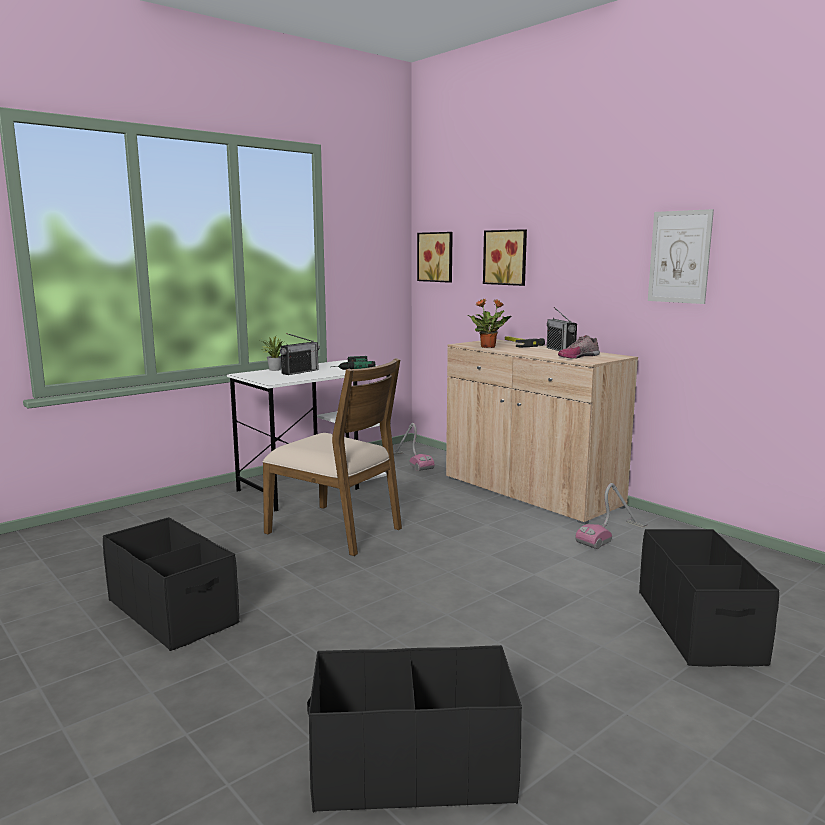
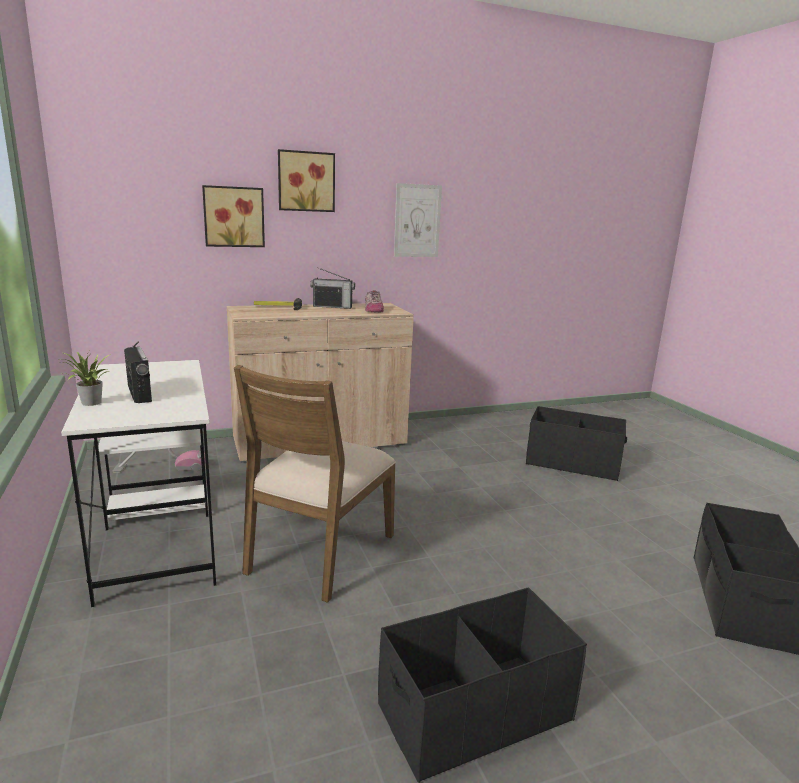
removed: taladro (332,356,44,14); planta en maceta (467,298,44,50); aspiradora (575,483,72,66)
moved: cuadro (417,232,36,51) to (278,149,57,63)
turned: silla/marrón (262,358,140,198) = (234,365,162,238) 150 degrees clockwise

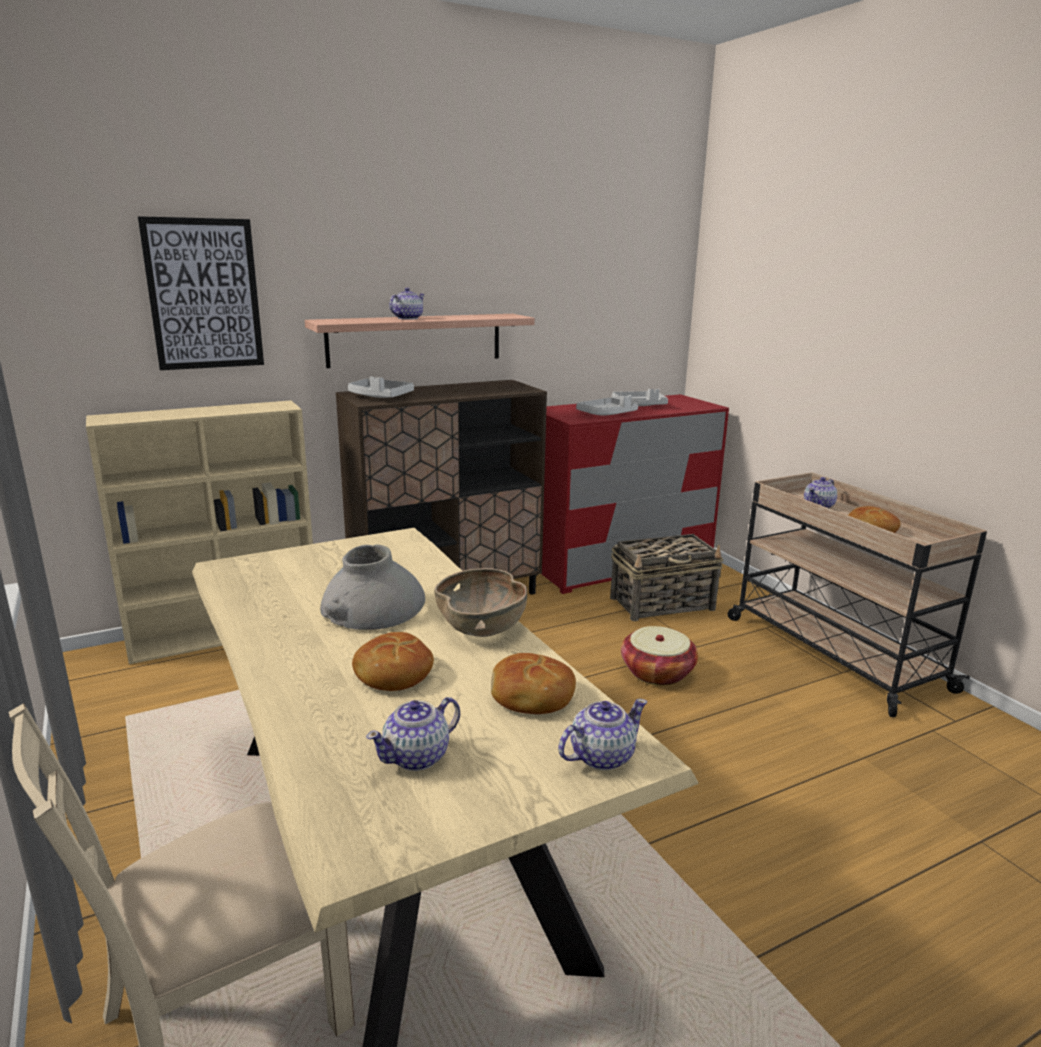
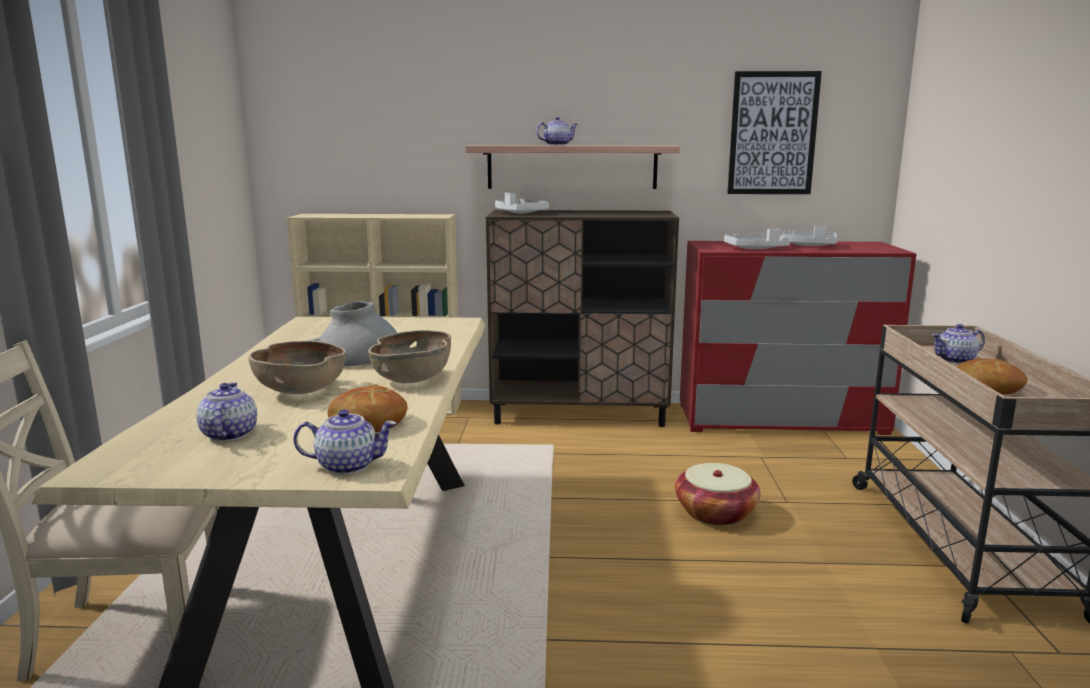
removed: cesta (610,534,113,87)
moved: cuadro (138,216,126,154) to (727,71,95,123)
replaced: pan (352,632,82,59) to cuenco/marrón (249,341,97,53)
turned: tetera (366,697,94,74) = (197,382,60,60) 90 degrees clockwise

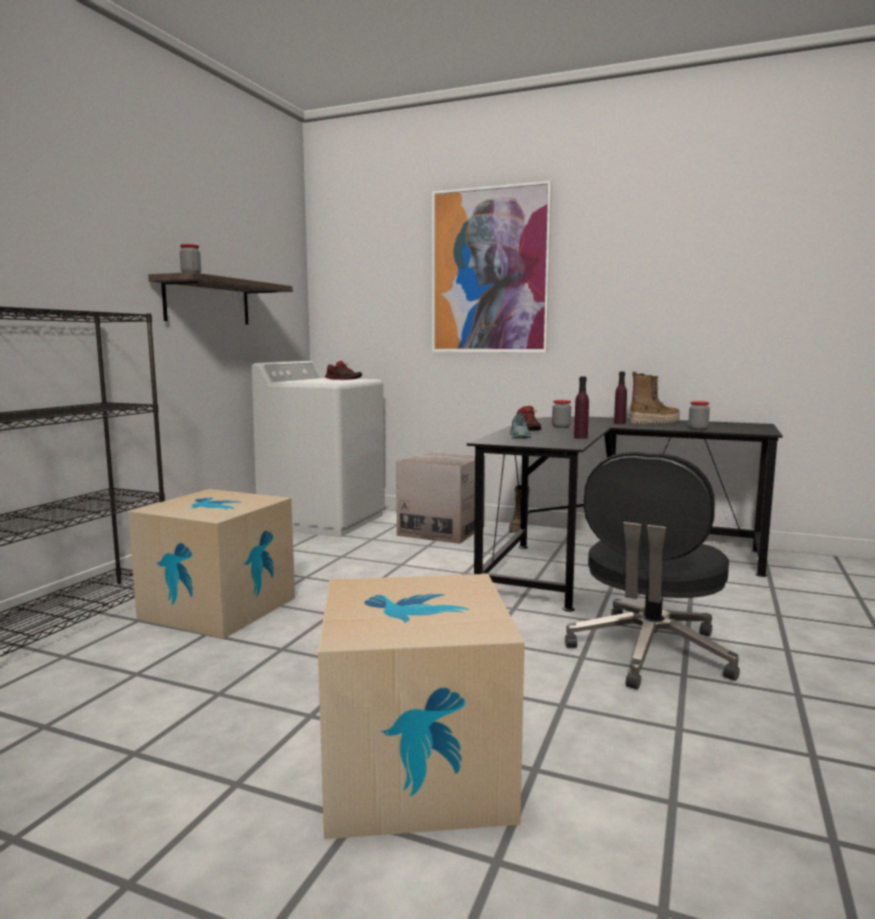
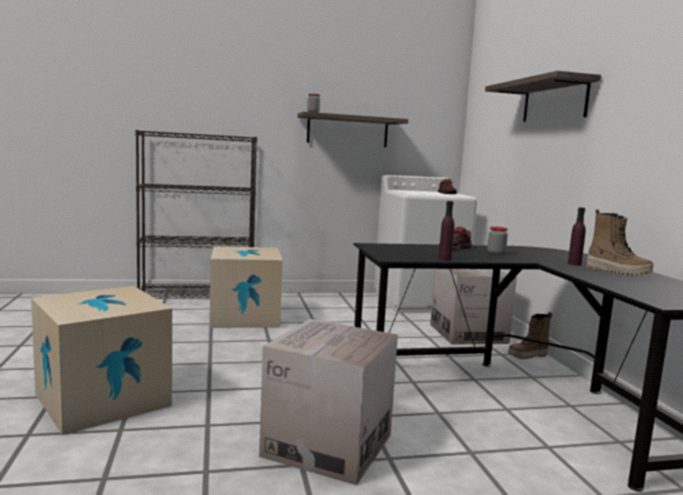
removed: zapato (510,413,22,26); tarro (688,401,22,29)
replaced: silla de oficina/negro (565,452,175,238) to caja de cartón (259,319,139,166); cuadro (432,181,120,171) to estante (485,71,116,51)

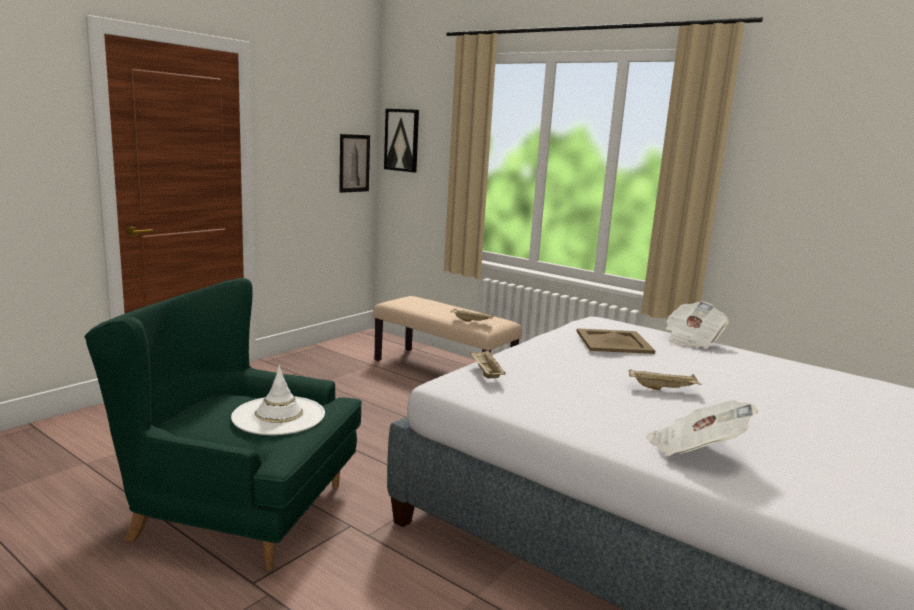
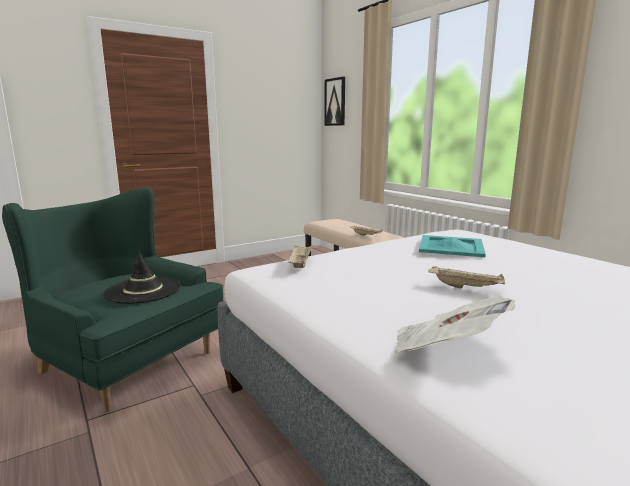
removed: cuadro (339,134,31,59); periódico (665,302,64,45)
recoloured: sombrero/blanco (231,365,94,70) to sombrero/negro (104,249,77,55); bandeja/beis (577,328,78,26) to bandeja/turquesa (419,235,67,22)

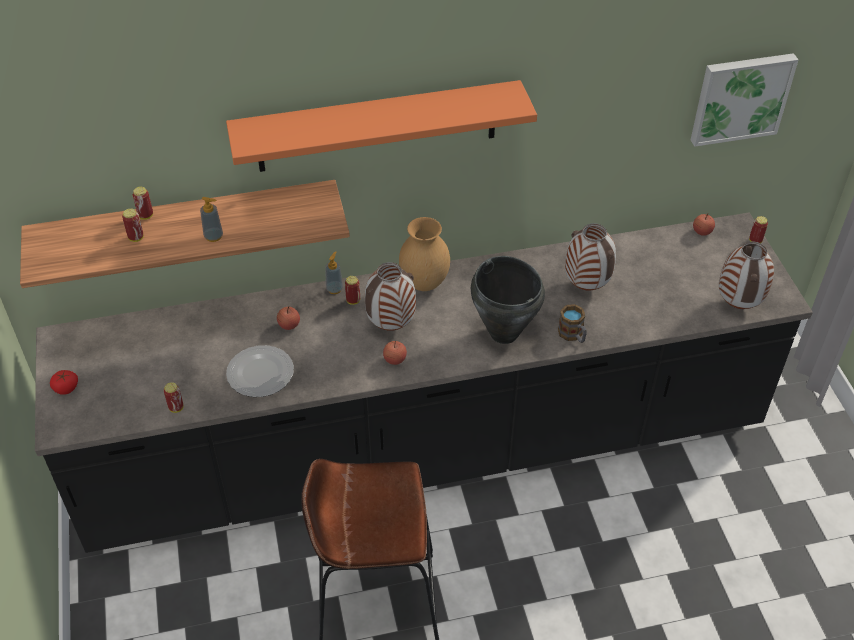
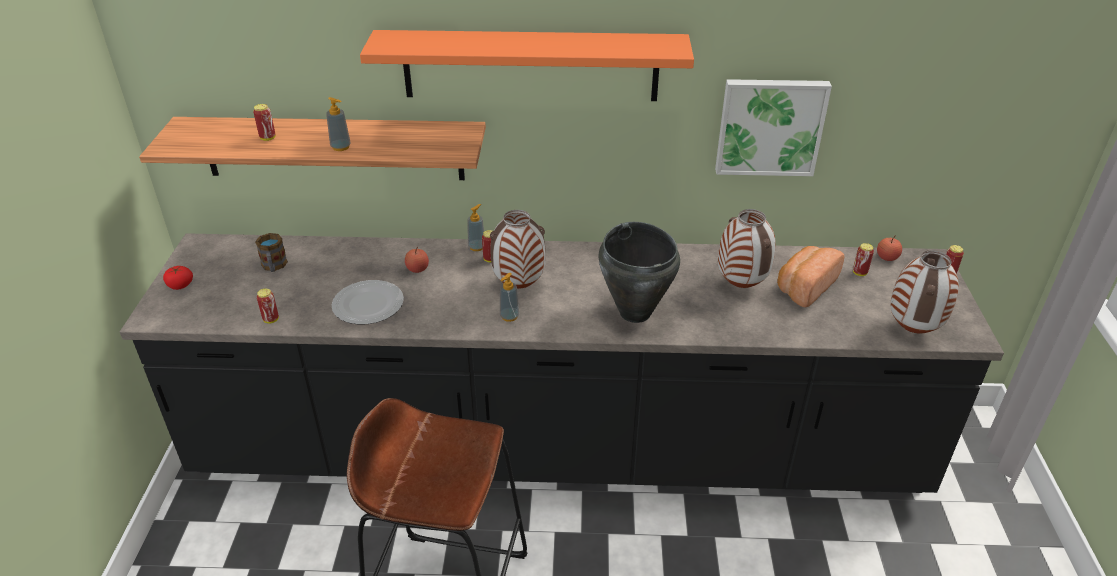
removed: florero/marrón (399,217,51,74)
added: pan (777,246,68,61)
moved: taza grande (558,304,29,39) to (255,233,33,39); cuadro (691,53,107,94) to (715,79,117,97); lata (133,187,20,33) to (853,243,21,33)
replaced: manzana (383,340,24,25) to dispensador de jabón (500,273,19,49)

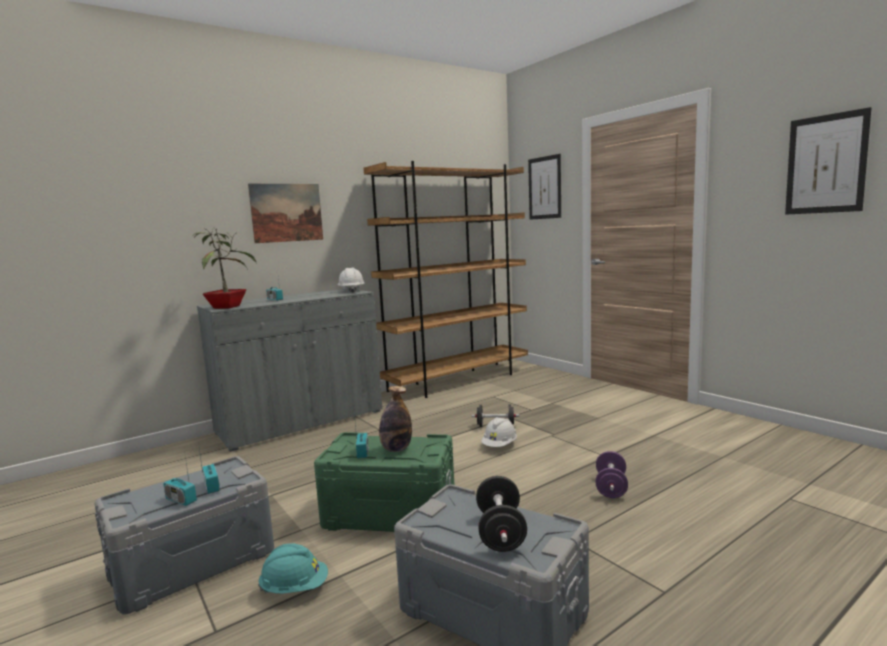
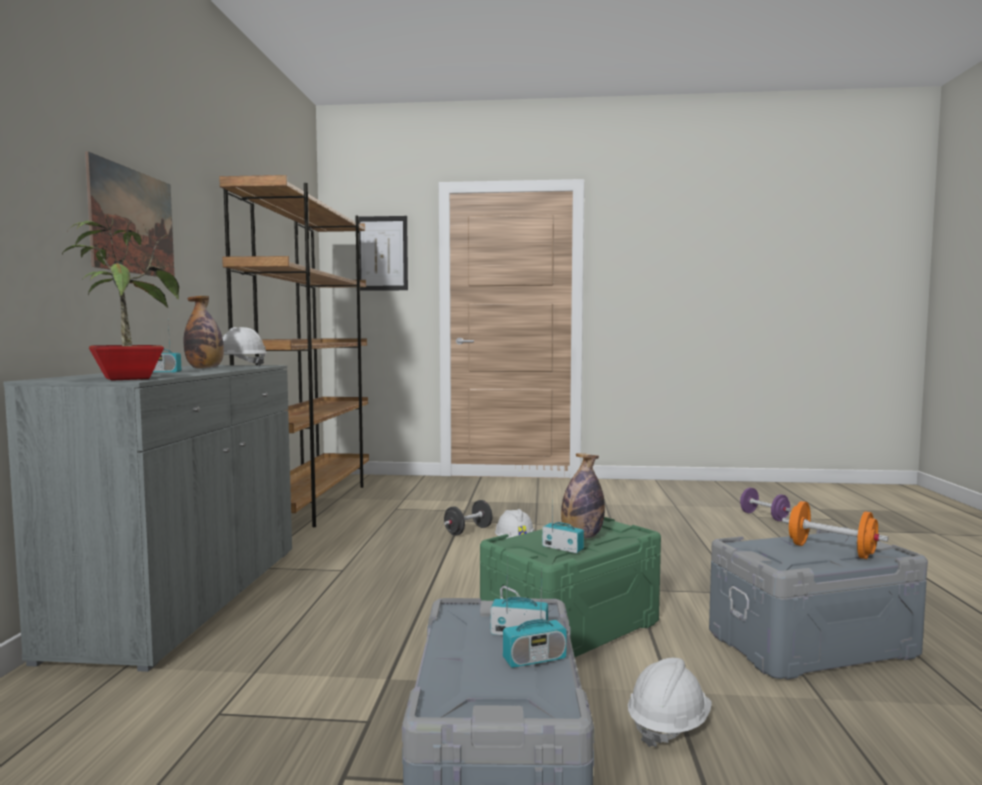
removed: cuadro (785,107,87,108)
added: botella (184,296,40,73)
moved: mancuerna/morado (596,451,32,47) to (740,488,51,33)
recoloured: casco/turquesa (258,543,70,51) to casco/blanco (628,658,84,89); mancuerna/negro (476,476,51,76) to mancuerna/naranja (782,501,106,58)

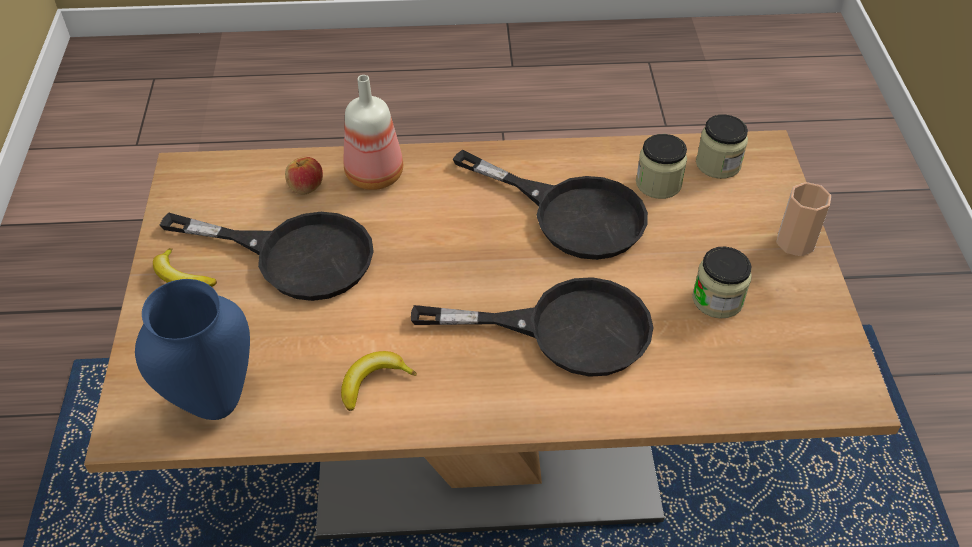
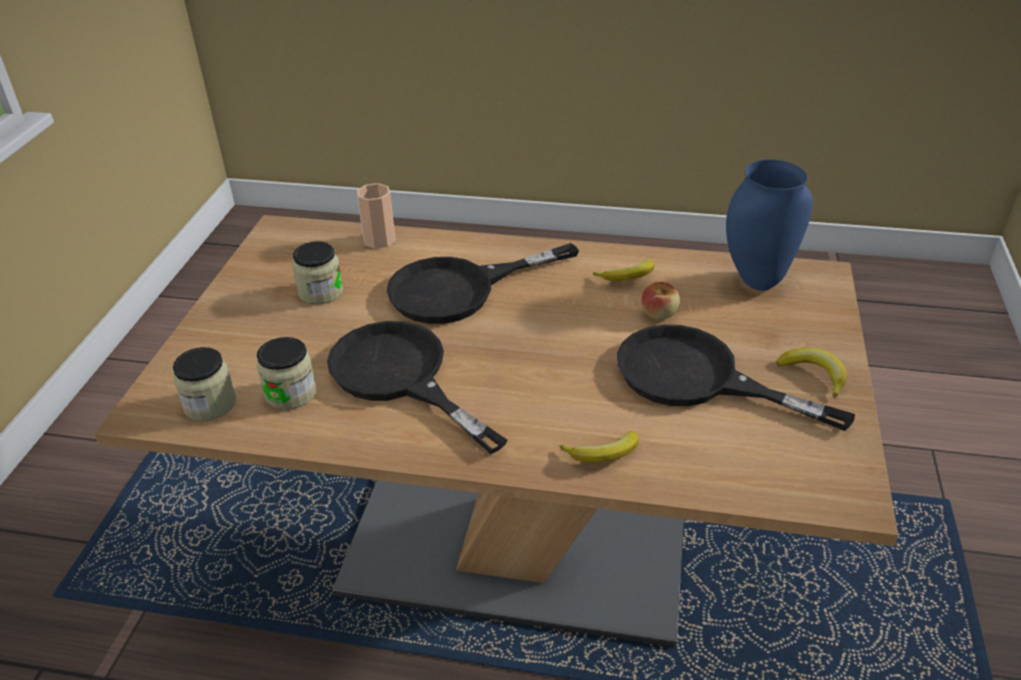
moved: taza (776,182,55,74) to (357,183,39,66); manzana (285,157,38,38) to (642,282,38,38)
replaced: botella (344,75,59,115) to plátano (559,431,80,32)
turned: sartén/negro (411,277,242,100) = (387,243,192,81) 45 degrees counterclockwise

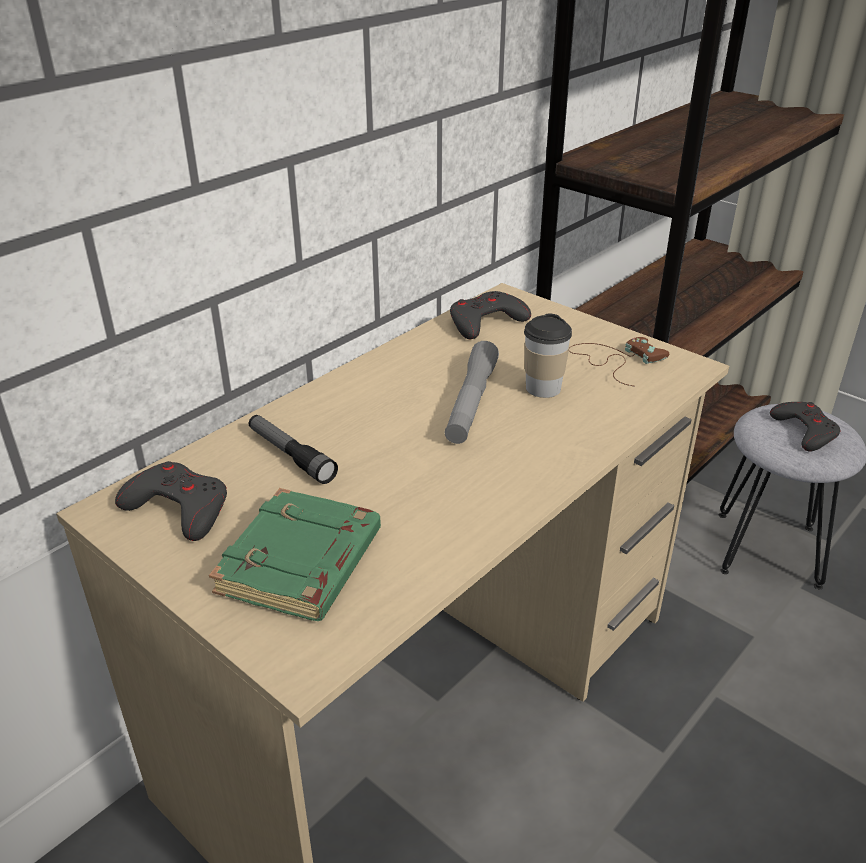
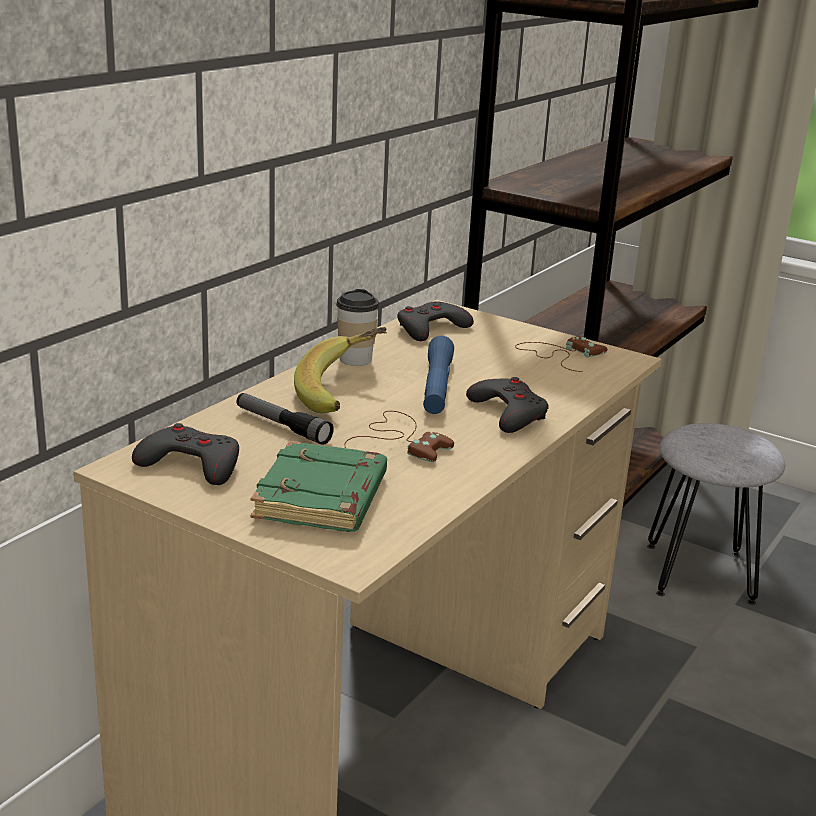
added: plátano (294,327,93,86); mando de consola/marrón (344,411,110,51)
moved: taza (524,313,48,85) to (336,289,43,77); mando de consola/gris (770,402,70,50) to (466,377,83,56)
recoloured: linterna/gris (444,341,55,103) to linterna/azul (423,336,31,78)

